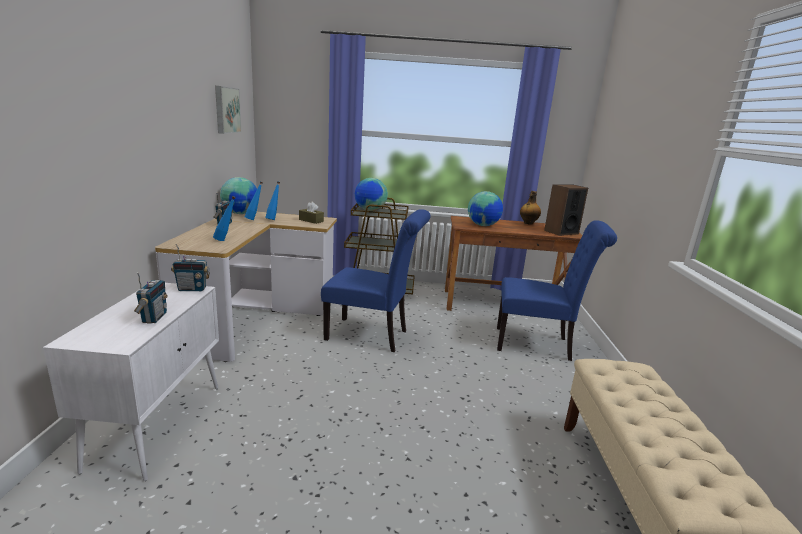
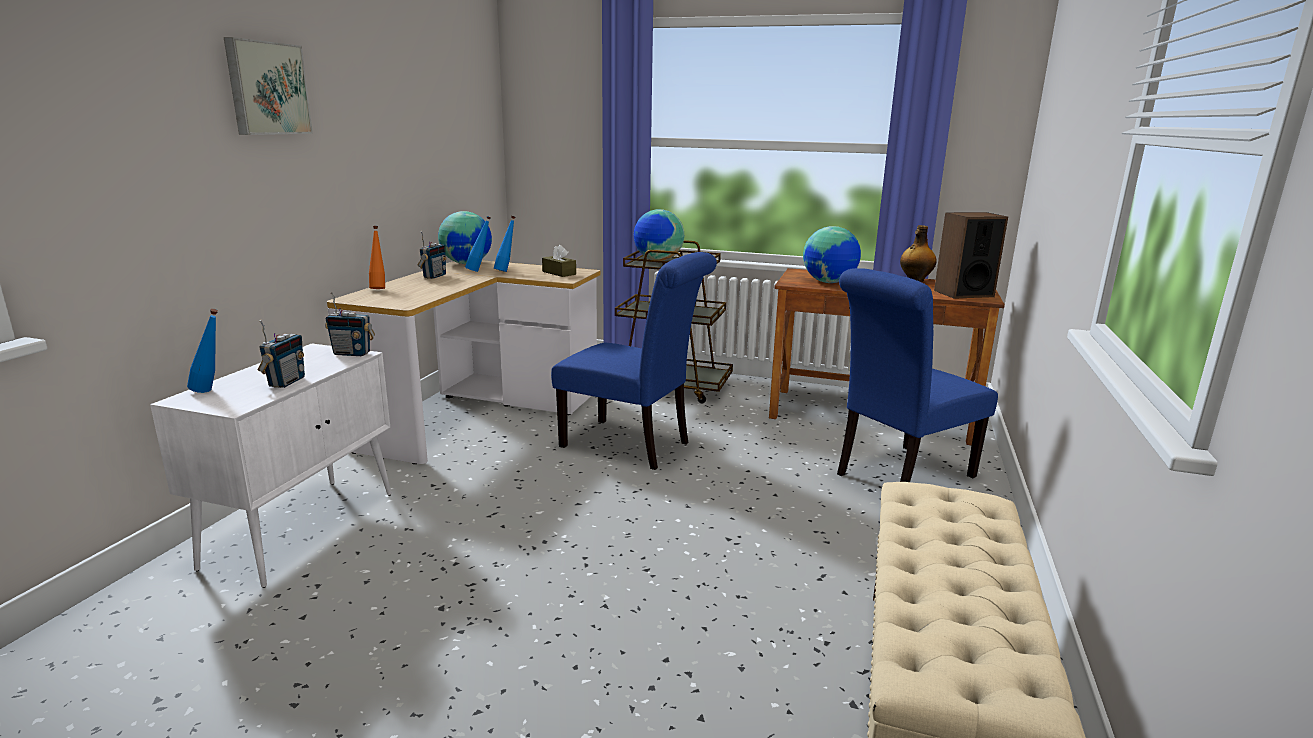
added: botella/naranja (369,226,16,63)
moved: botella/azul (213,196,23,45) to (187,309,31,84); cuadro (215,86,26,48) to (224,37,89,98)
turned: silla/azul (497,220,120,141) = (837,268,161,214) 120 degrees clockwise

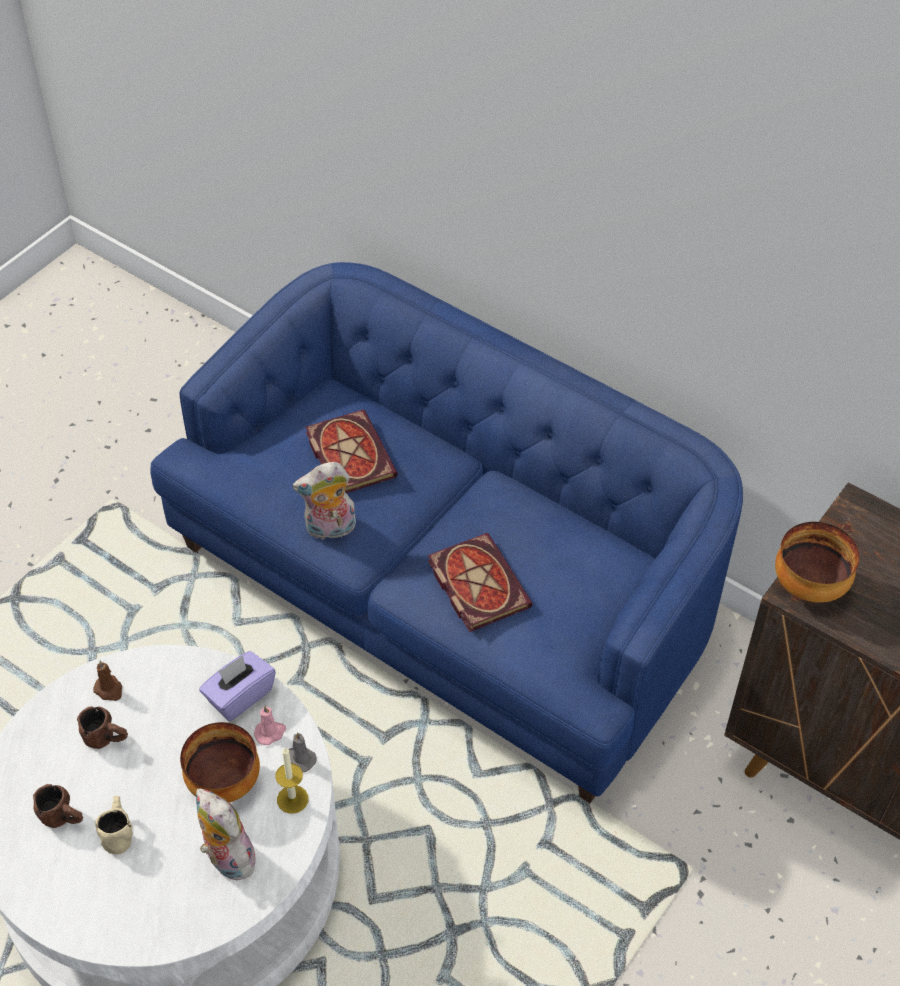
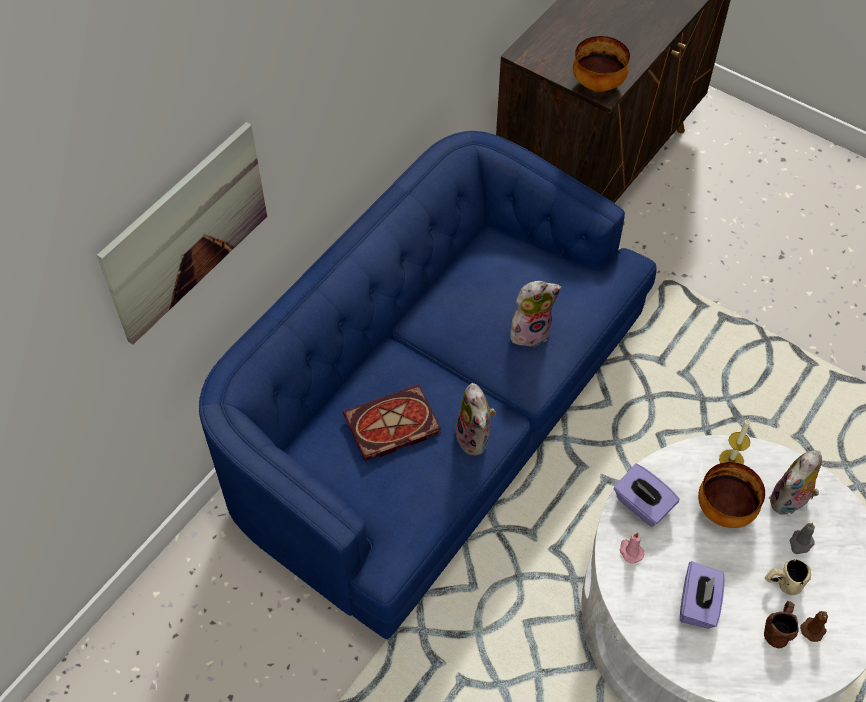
added: cuadro (97,122,170,223)
moved: vela/rosa (254,706,32,39) to (620,532,24,32); vela/gris (289,732,28,40) to (790,522,25,32); vela/marrón (93,661,29,40) to (800,611,28,31)
replaced: libro (428,533,105,99) to peluche (510,281,52,66); taza grande/marrón (77,707,51,42) to caja de pañuelos/morado (680,561,45,68)

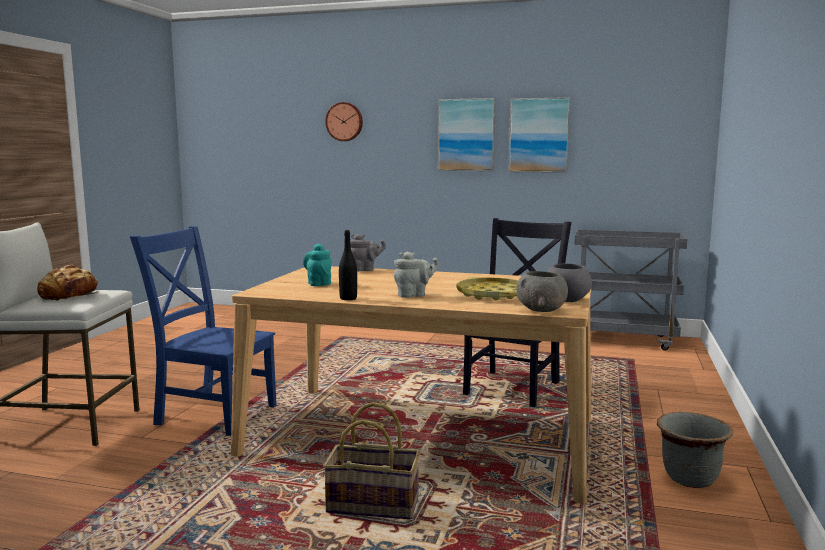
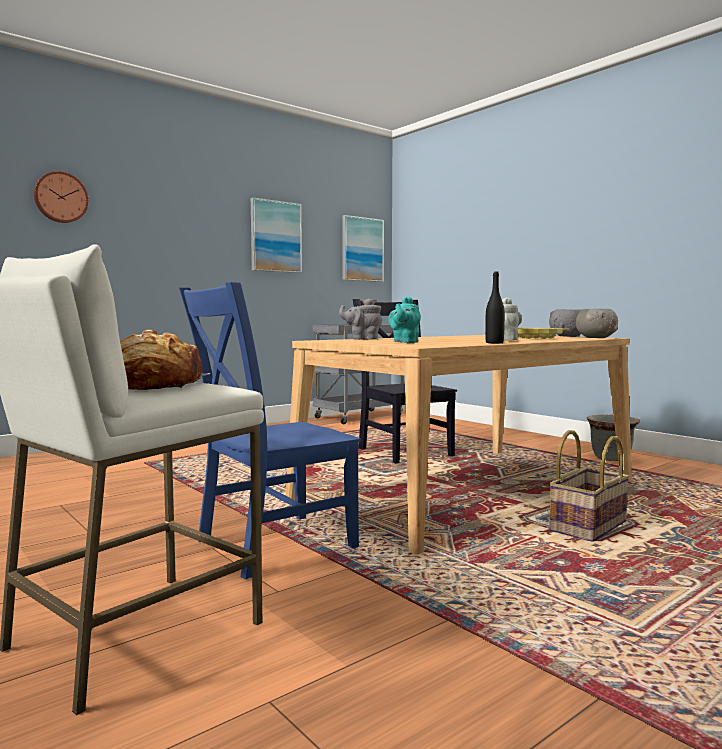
moved: cuadro (438,98,58,73) to (342,215,42,67)
turned: tetera/gris (350,233,36,38) = (339,298,43,42) 120 degrees counterclockwise; tetera/turquesa (303,243,29,43) = (388,296,33,47) 90 degrees counterclockwise

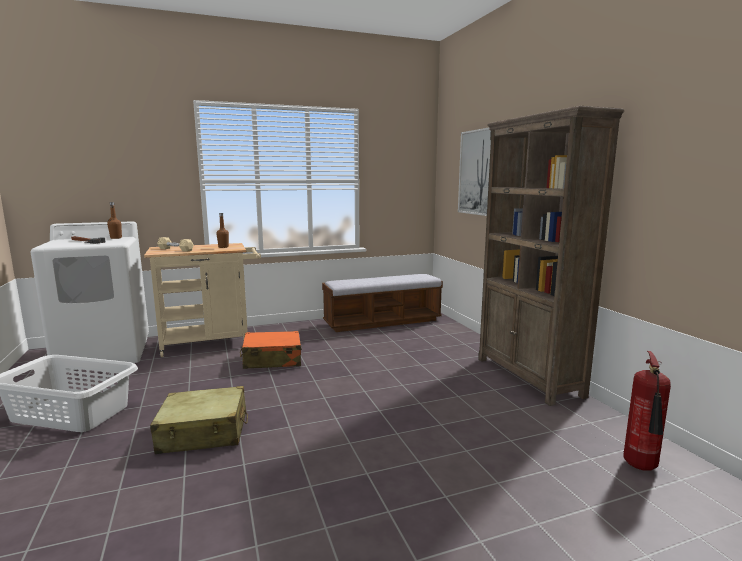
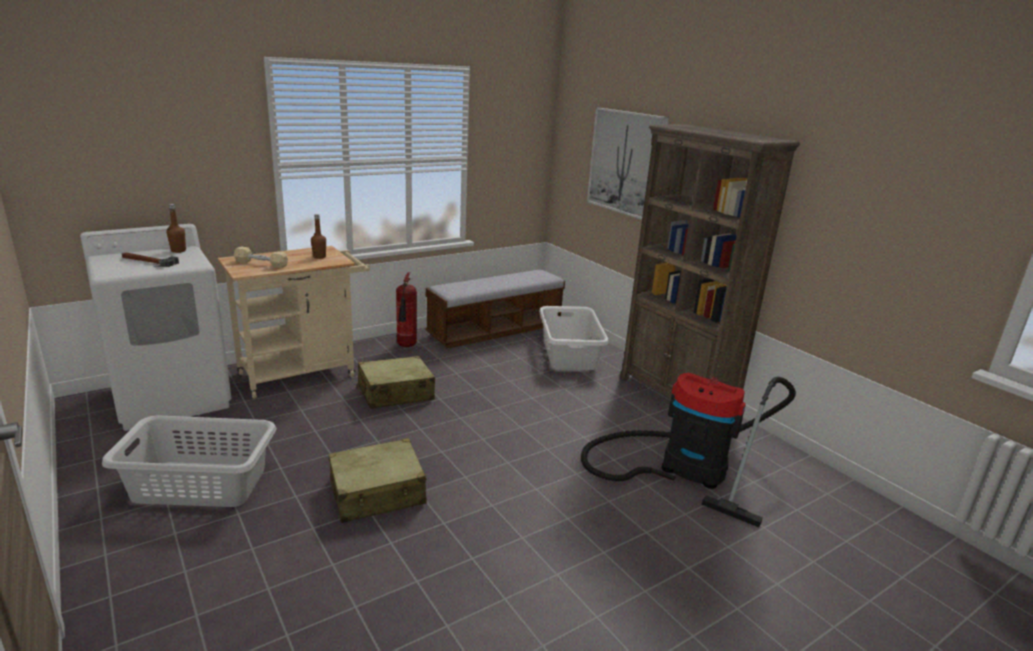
added: cesto de la ropa/blanco (539,306,70,64); aspiradora (581,373,215,154)
moved: extintor (623,351,48,119) to (396,272,21,75)
recoloured: maleta/naranja (240,331,62,38) to maleta/beis (357,356,78,53)

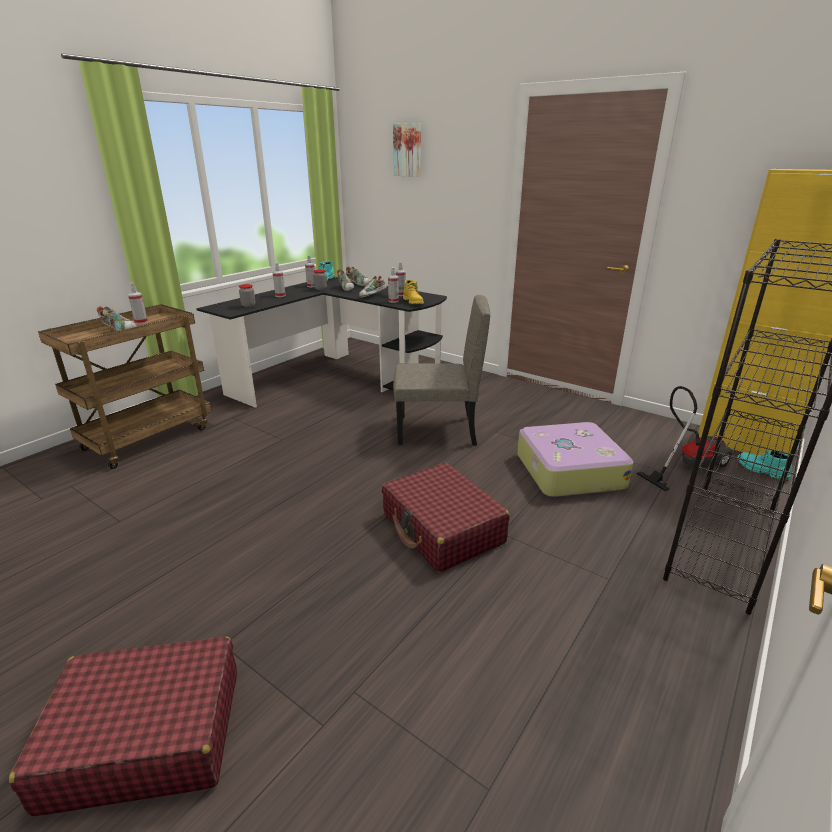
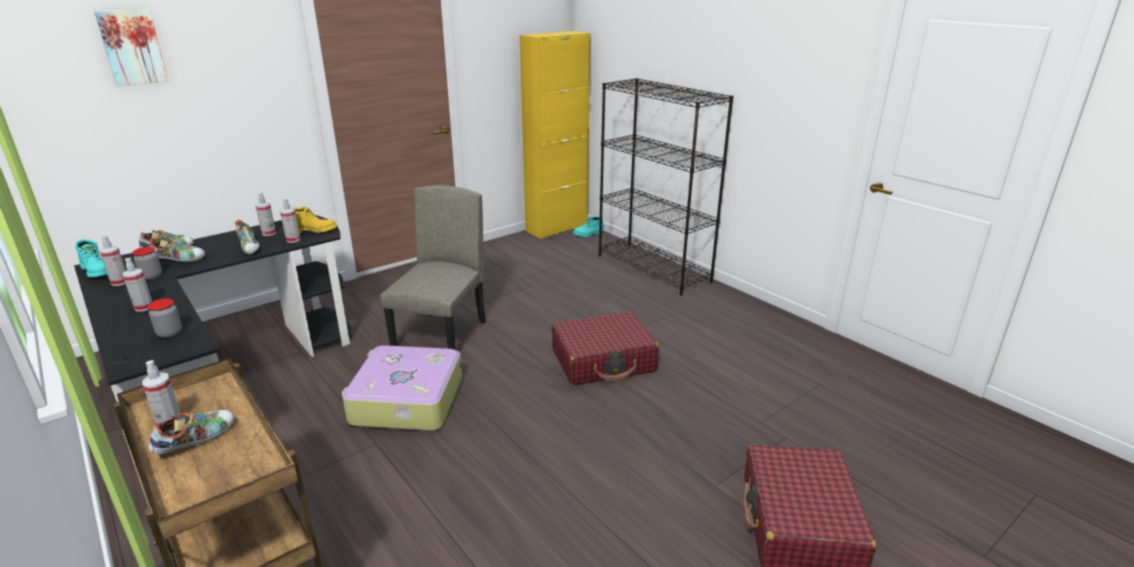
removed: aspiradora (636,386,98,105)
moved: maleta (517,422,116,75) to (342,345,120,86)

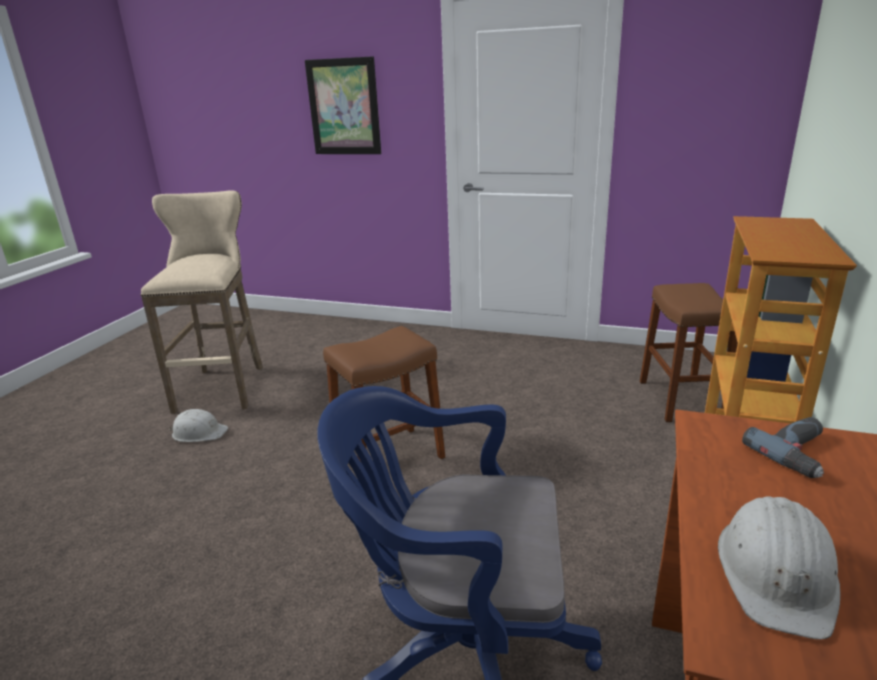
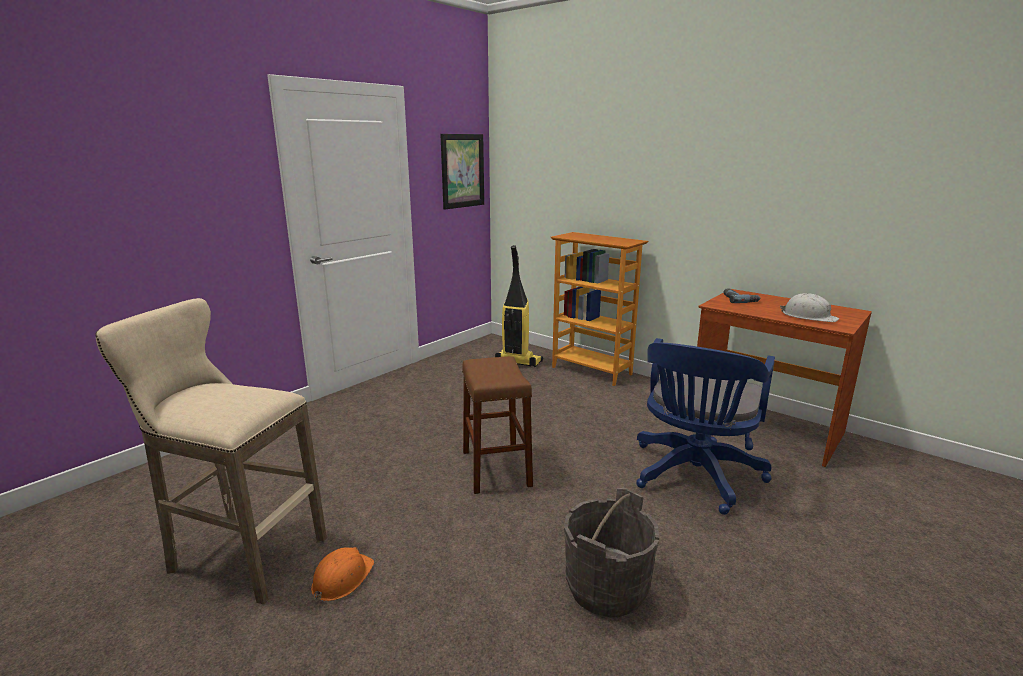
added: cubo/gris (564,488,95,129)
moved: cuadro (305,56,76,98) to (440,134,44,76)
replaced: taburete/marrón (640,283,98,139) to aspiradora (495,245,48,122)
recoloured: casco/blanco (169,409,59,33) to casco/naranja (311,547,63,54)

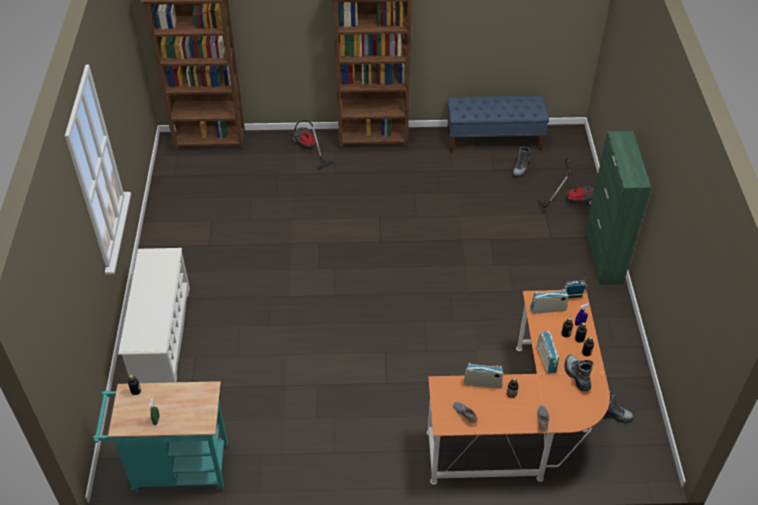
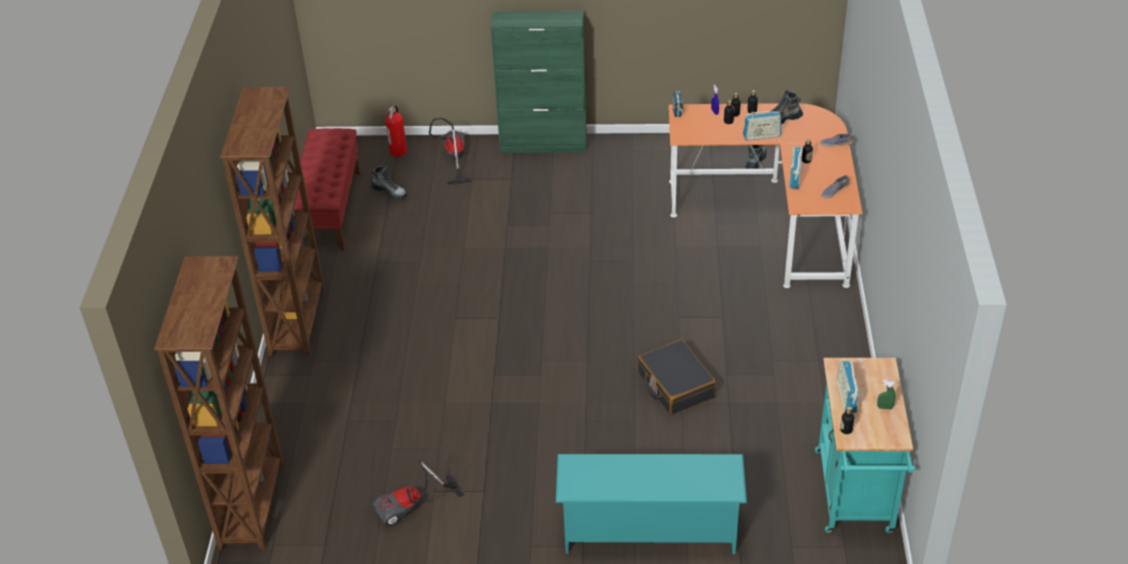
added: extintor (385,105,22,52); maleta/negro (638,339,78,76)
moved: aspiradora (291,120,43,50) to (373,459,91,67); radio (530,289,39,25) to (837,360,22,53)
recoloured: banco/azul (447,96,102,57) to banco/rojo (293,128,68,122); zapatero/blanco (118,248,72,135) to zapatero/turquesa (556,454,191,100)

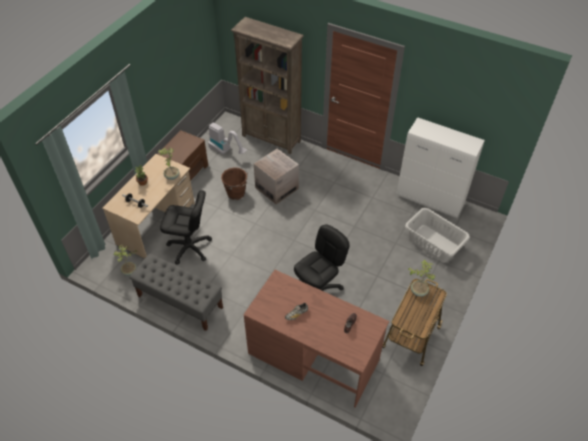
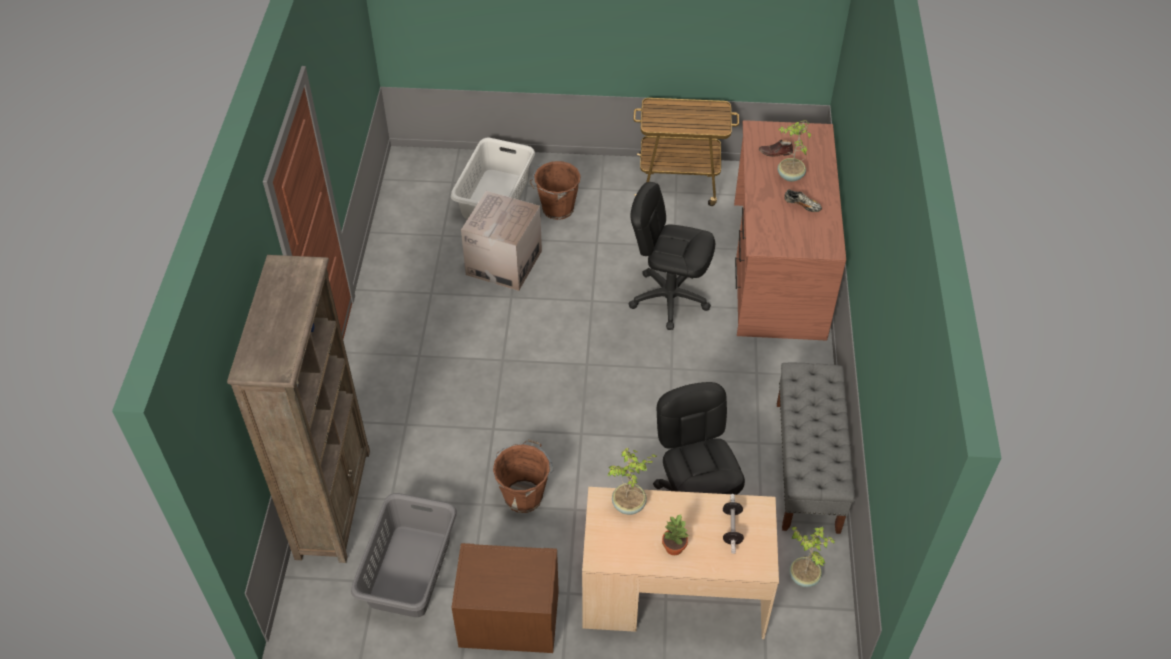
removed: armario/blanco (396,117,89,101)
added: cubo/marrón (529,161,52,59)
moved: caja de cartón (254,149,45,55) to (461,191,81,100); planta en maceta (408,260,28,37) to (778,120,33,62)
replaced: aspiradora (208,123,39,31) to cesto de la ropa/gris (351,493,106,124)

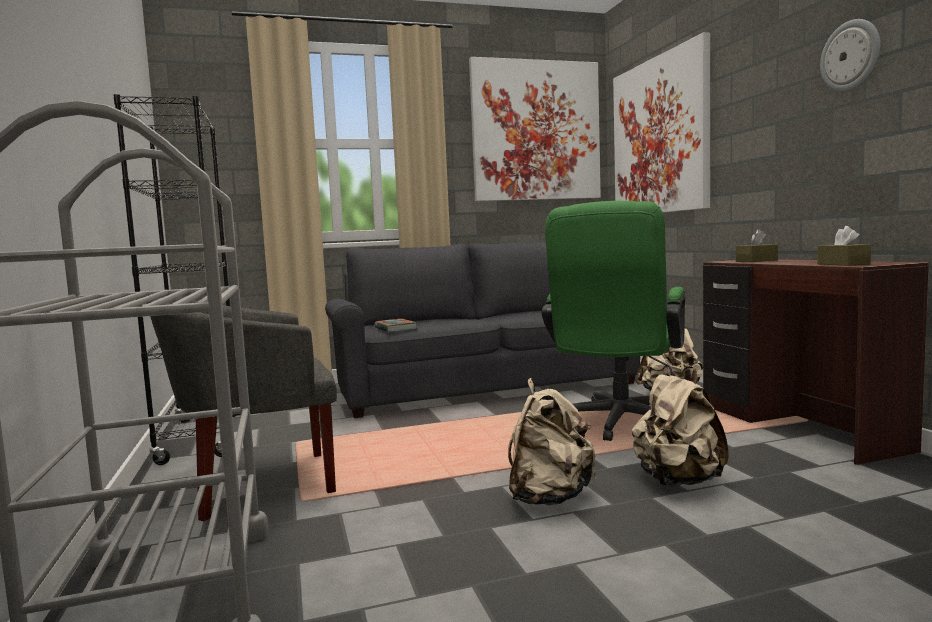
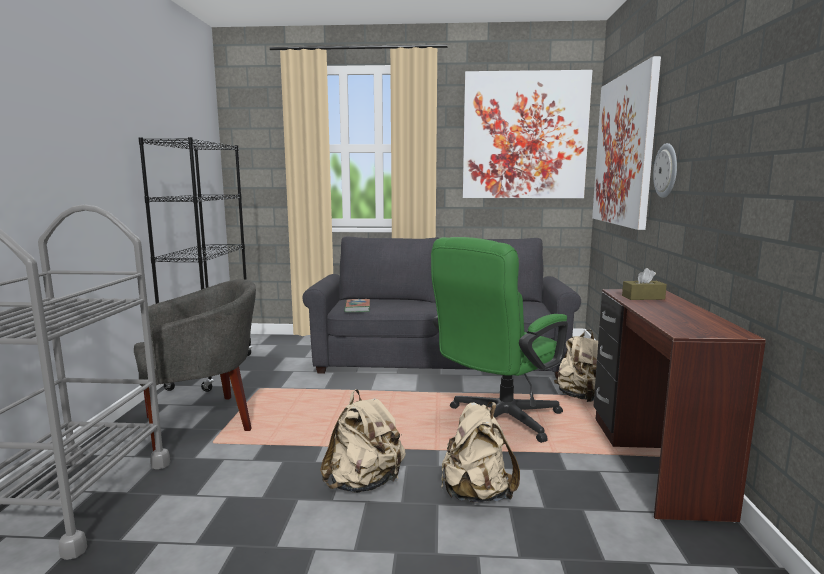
removed: caja de pañuelos/marrón (818,226,53,40)
moved: reloj de pared (820,19,61,73) to (653,143,24,55)
turned: sillón/gris (146,297,191,224) = (134,279,122,172) 150 degrees clockwise

